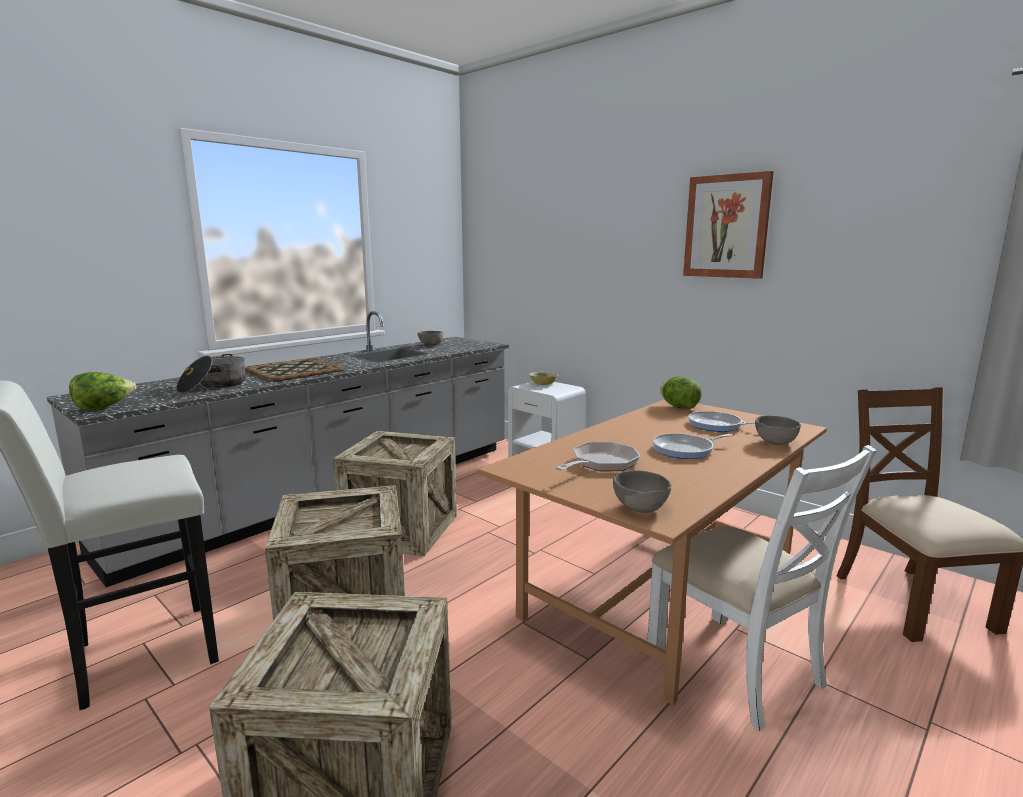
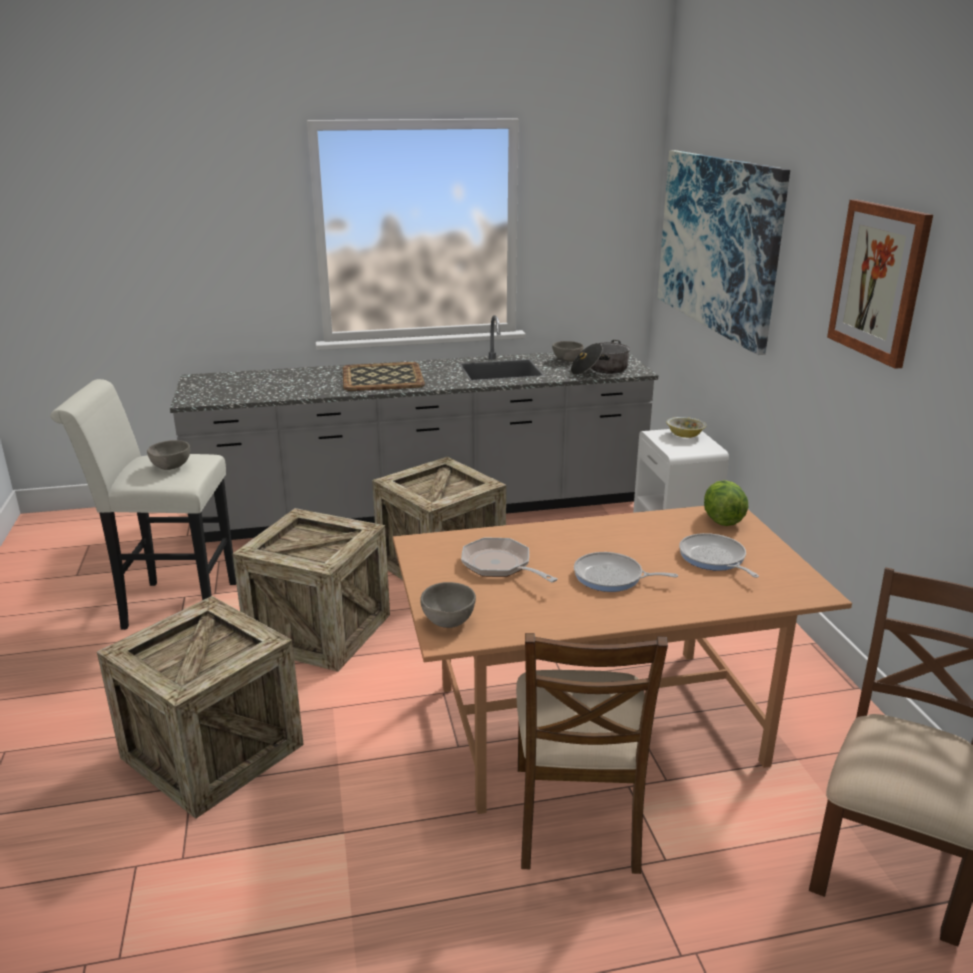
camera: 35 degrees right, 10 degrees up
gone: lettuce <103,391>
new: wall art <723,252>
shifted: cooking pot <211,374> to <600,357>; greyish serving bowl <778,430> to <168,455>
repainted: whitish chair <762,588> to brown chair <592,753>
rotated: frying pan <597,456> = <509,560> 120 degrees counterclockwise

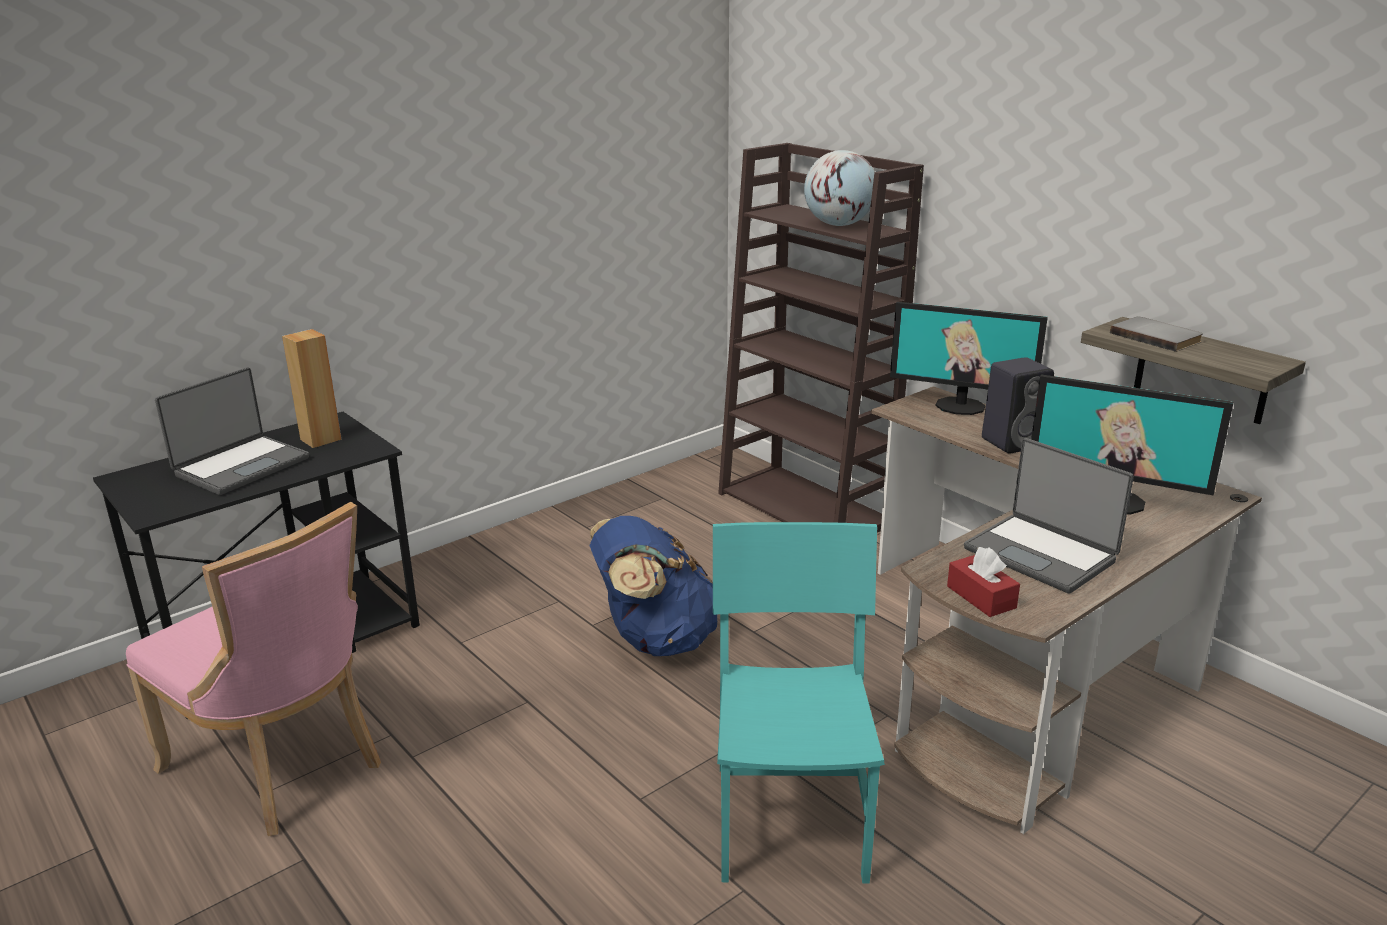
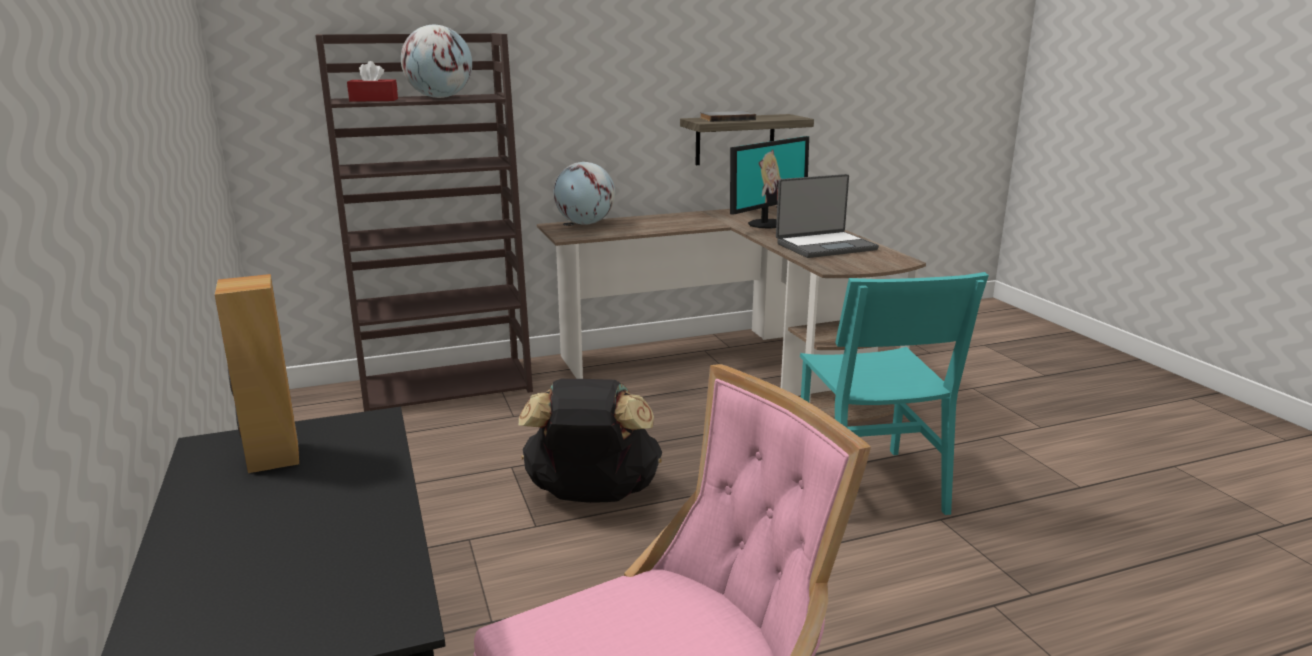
camera: 70 degrees left, 5 degrees down
gone: laptop <232,431>; black-coloured speaker <1018,405>
shifted: red tissue box <983,582> to <372,81>
swapped: computer screen <969,358> to desk globe <584,193>
repainted: blue-coloured backpack <653,586> to black-coloured backpack <590,441>
rotated: turquoise-coloured chair <799,702> = <894,393> 120 degrees counterclockwise

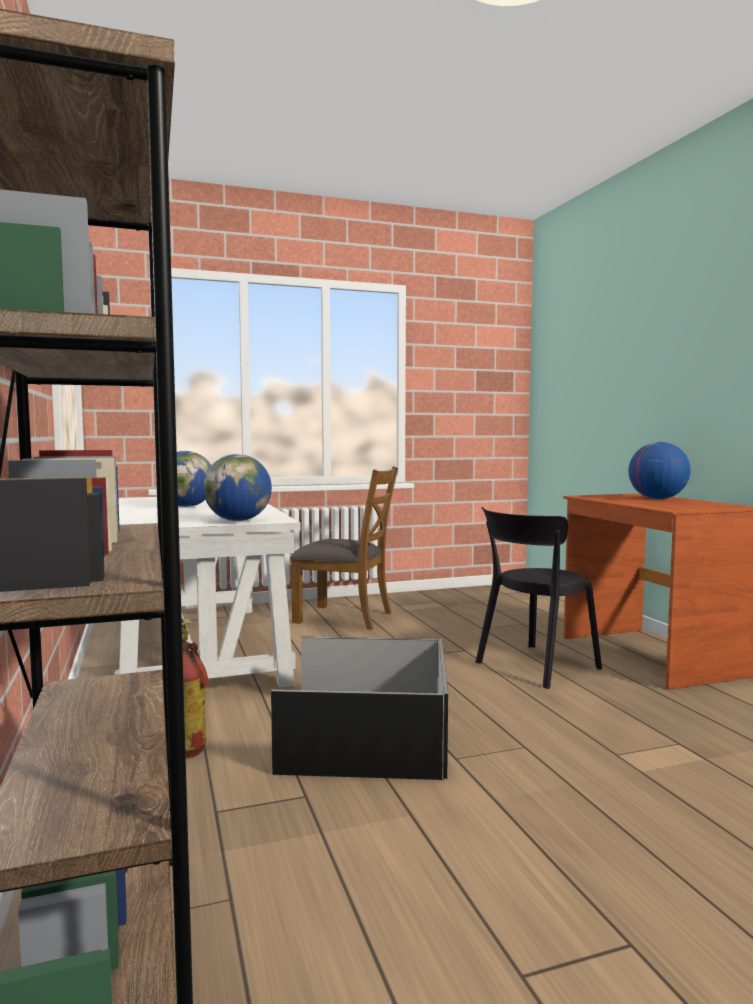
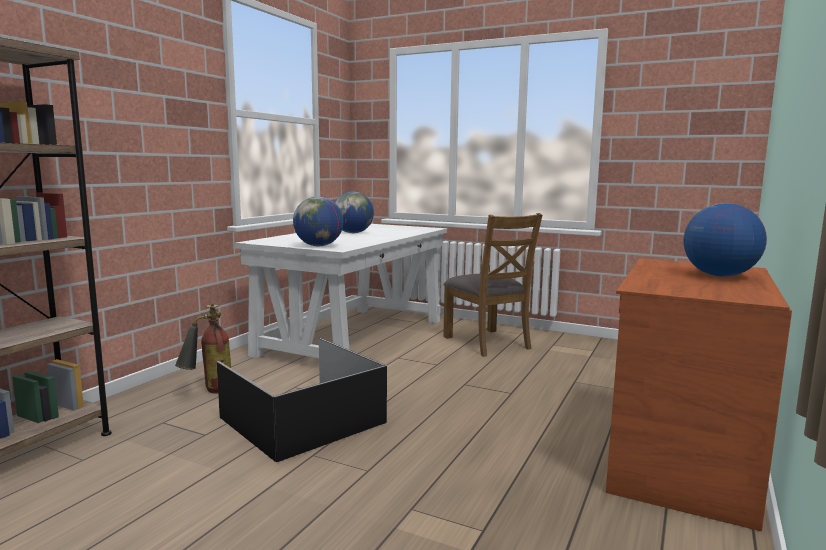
camera: 45 degrees right, 5 degrees up
gone: black-coloured chair <539,598>

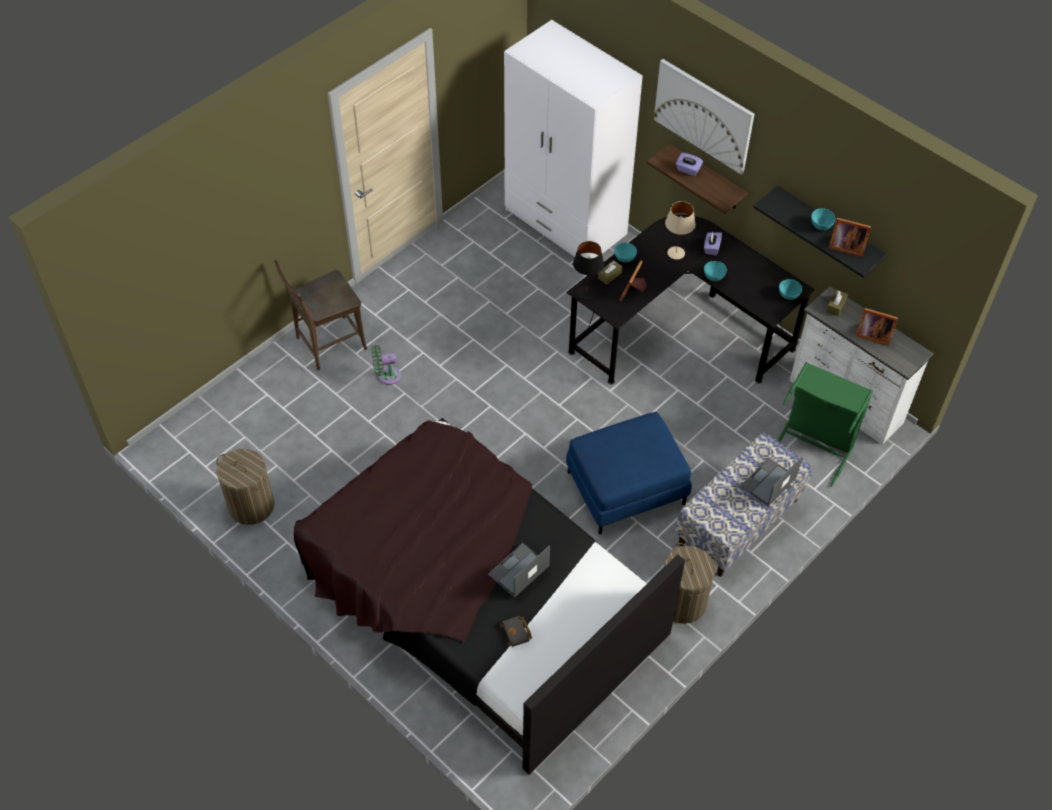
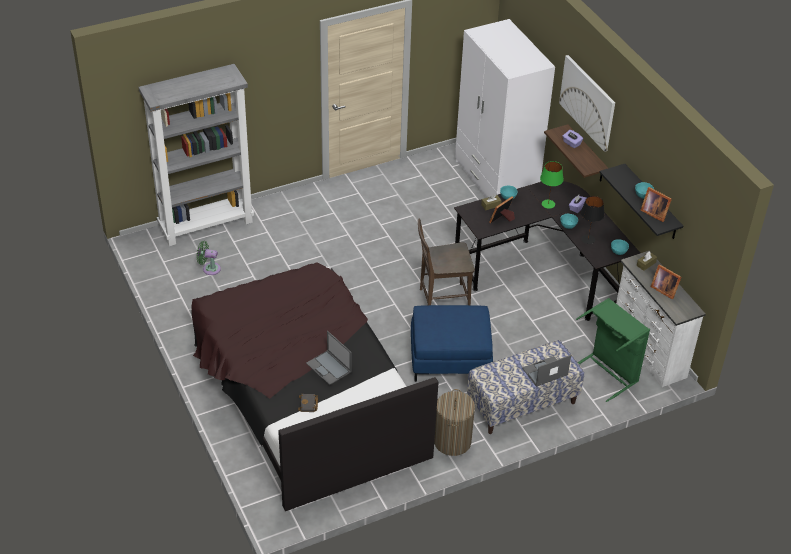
camera: 20 degrees right, 10 degrees down
gone: laundry basket <245,487>
new: greyish bookcase <196,155>
shifted: brown chair <321,315> to <446,262>; green fan <386,365> to <209,258>; black-coloured table lamp <588,270> to <592,220>
repainted: beige-coloured table lamp <680,230> to green table lamp <552,185>
rotated: laptop <519,570> = <329,358> 105 degrees counterclockwise

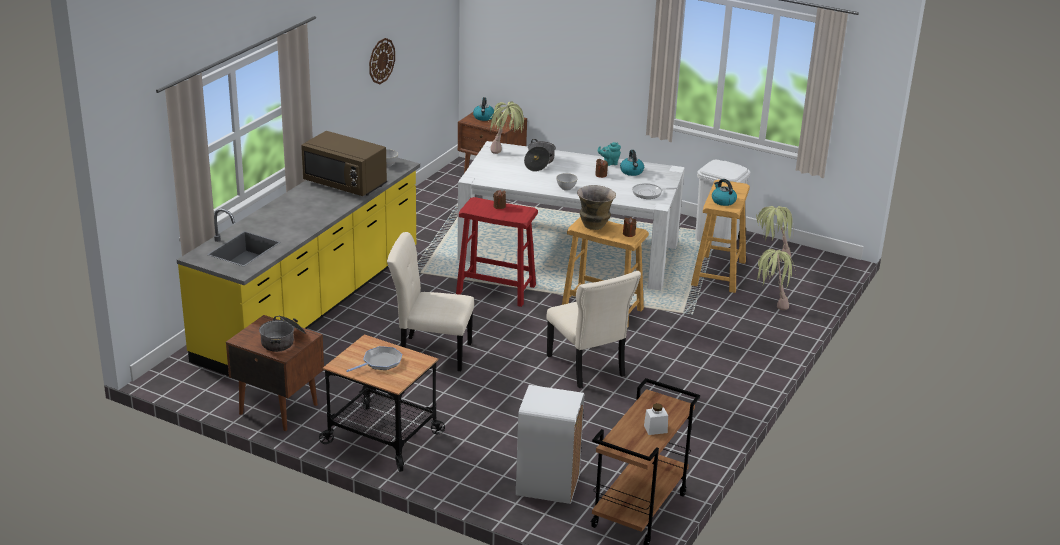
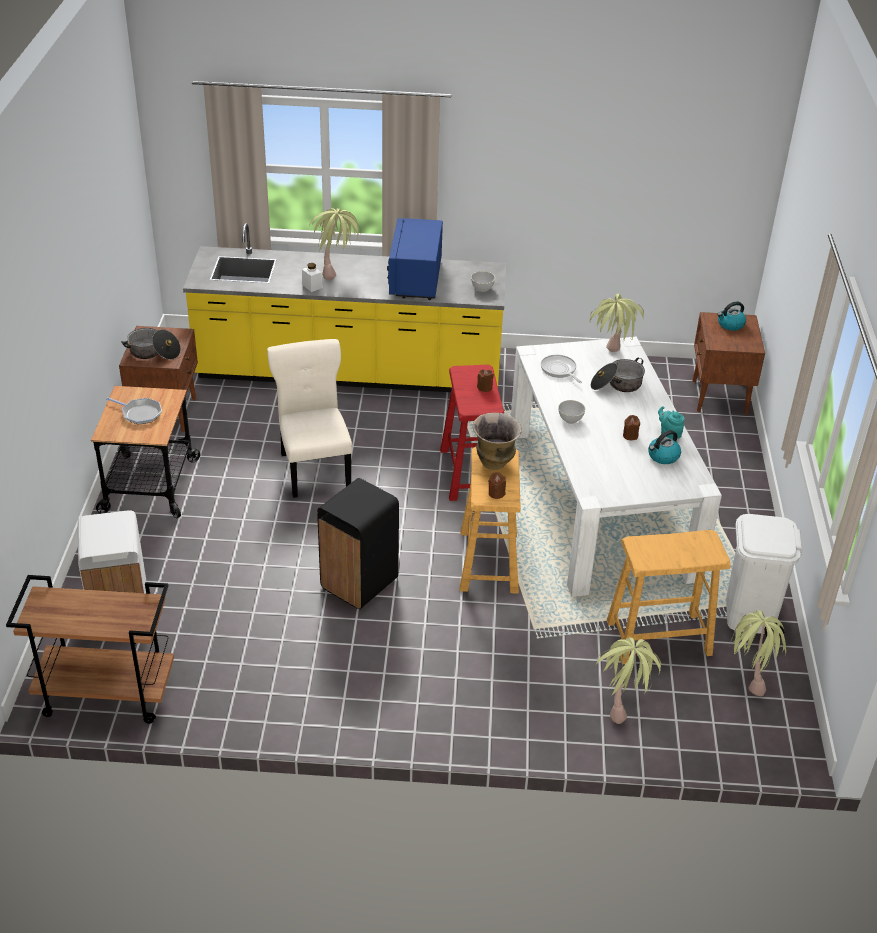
camera: 65 degrees right, 10 degrees up
gone: hanging clock <382,61>; kettle <724,192>
new: potted plant <335,244>
shifted: frying pan <655,191> to <561,369>; whitish preserve jar <656,419> to <312,277>
swapped: beige-coloured chair <593,329> to black-coloured waste bin <358,543>
repainted: brown kitchen microwave <344,163> to blue-coloured kitchen microwave <415,259>

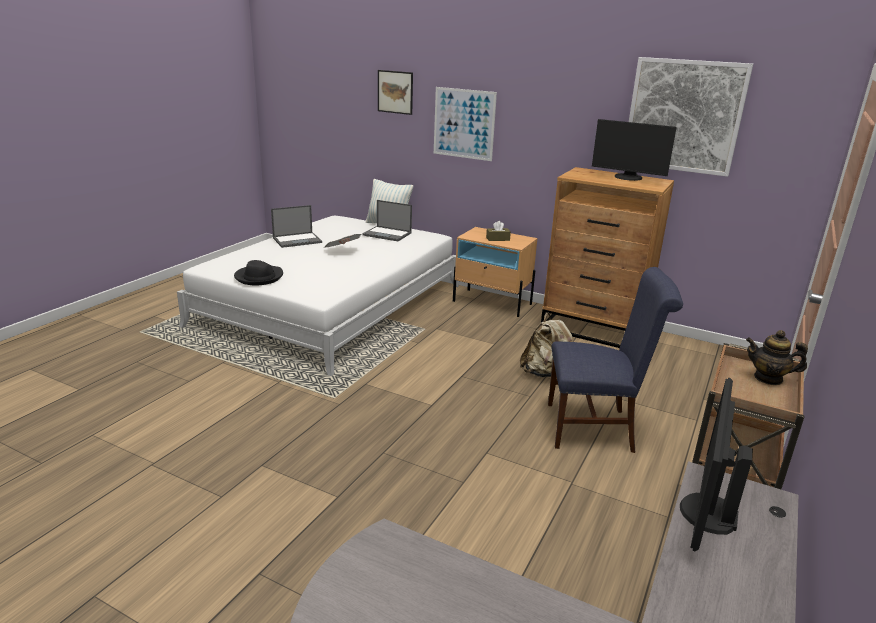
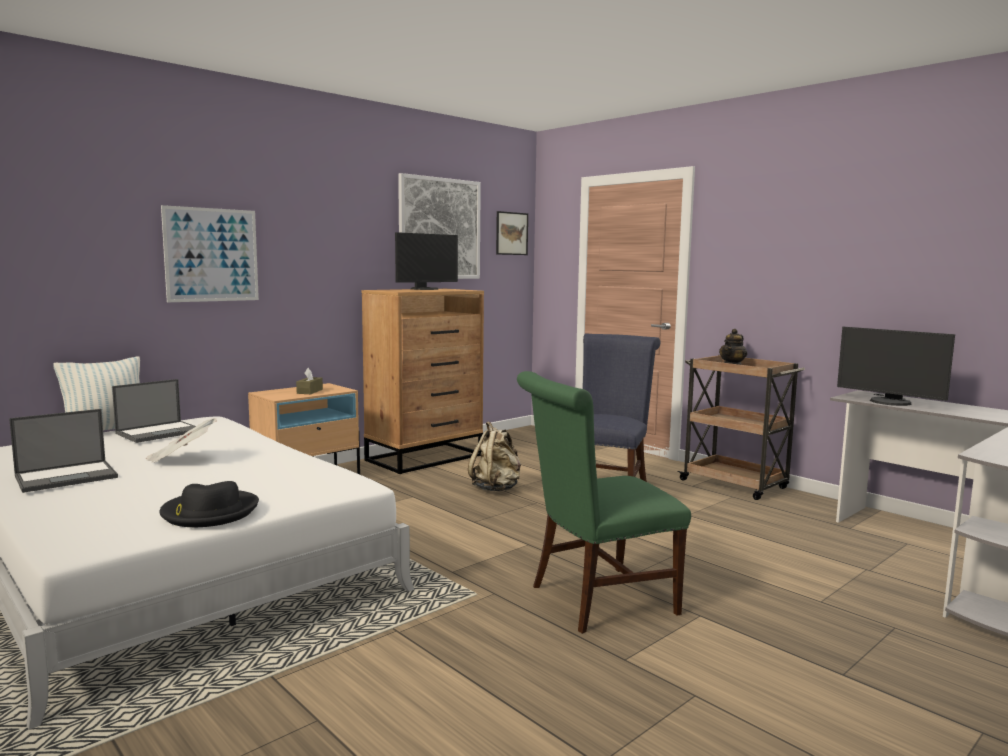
camera: 70 degrees left, 15 degrees down
new: green chair <604,502>
shifted: wall art <395,92> to <512,233>
rotated: laptop <296,226> = <63,451> 60 degrees clockwise

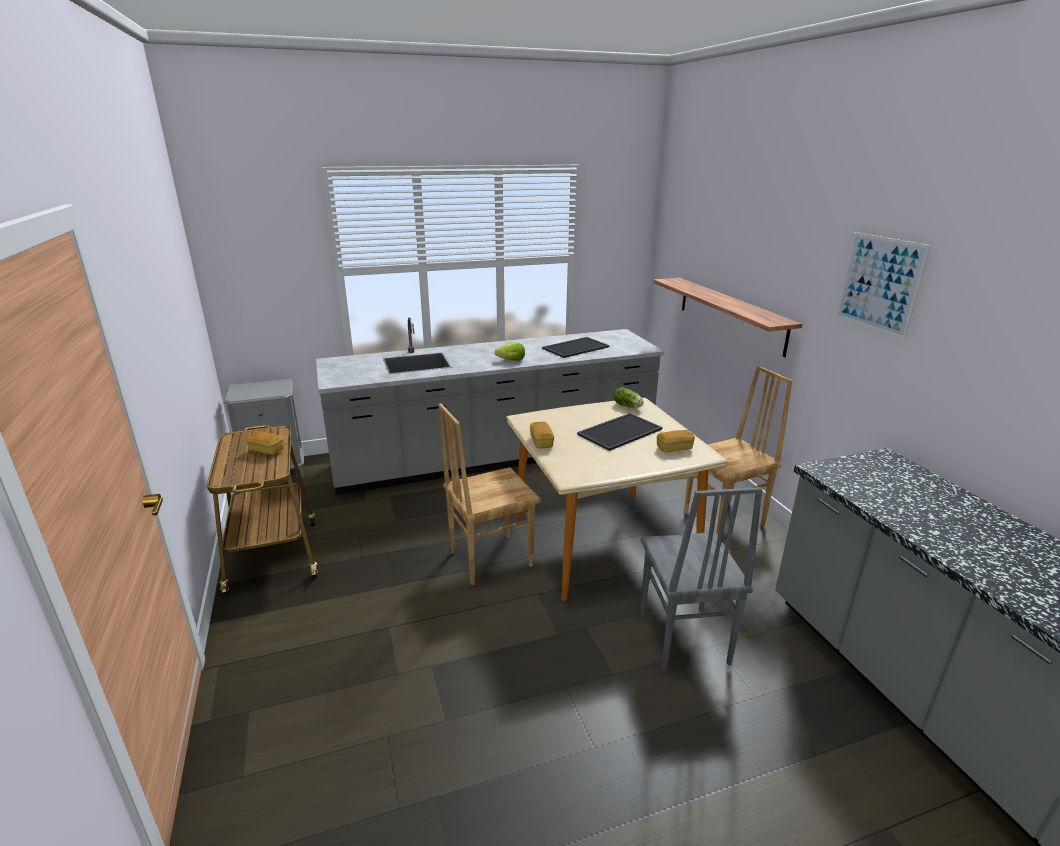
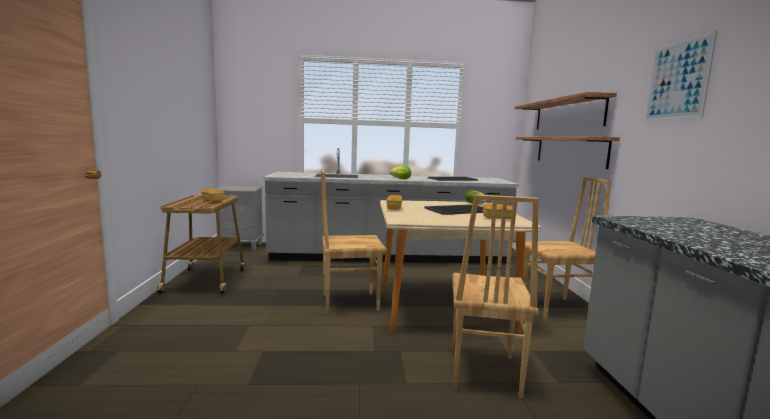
camera: 15 degrees right, 15 degrees down
new: bracket shelf <566,111>
repainted: greyish chair <701,579> to brown chair <495,296>

